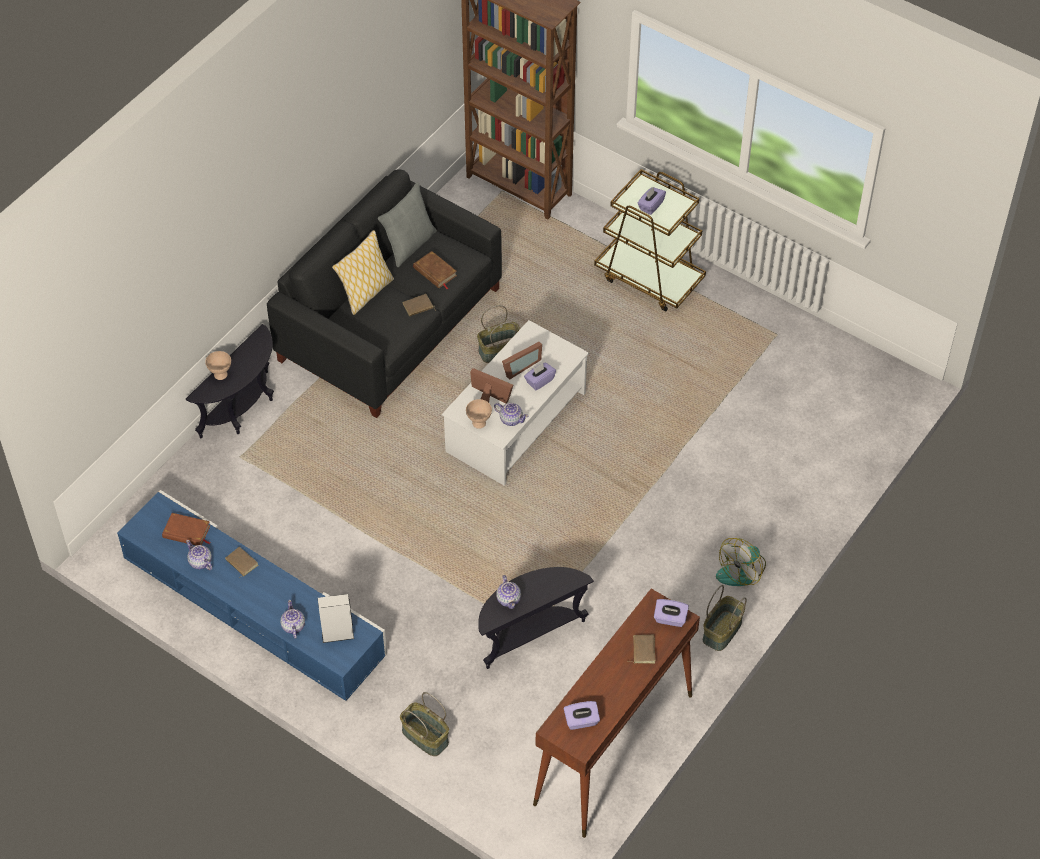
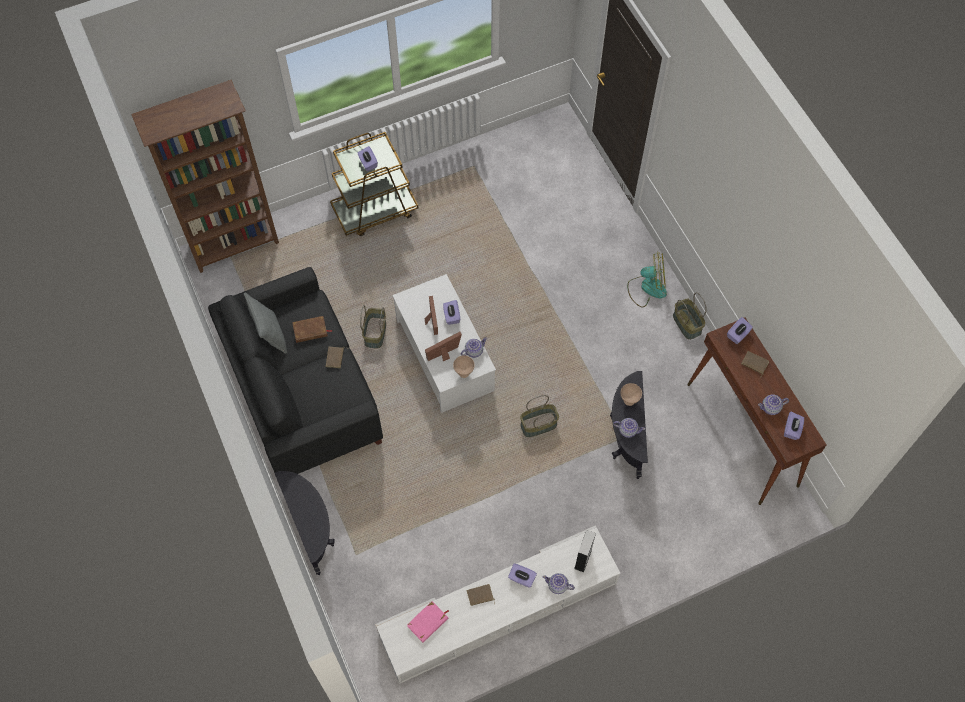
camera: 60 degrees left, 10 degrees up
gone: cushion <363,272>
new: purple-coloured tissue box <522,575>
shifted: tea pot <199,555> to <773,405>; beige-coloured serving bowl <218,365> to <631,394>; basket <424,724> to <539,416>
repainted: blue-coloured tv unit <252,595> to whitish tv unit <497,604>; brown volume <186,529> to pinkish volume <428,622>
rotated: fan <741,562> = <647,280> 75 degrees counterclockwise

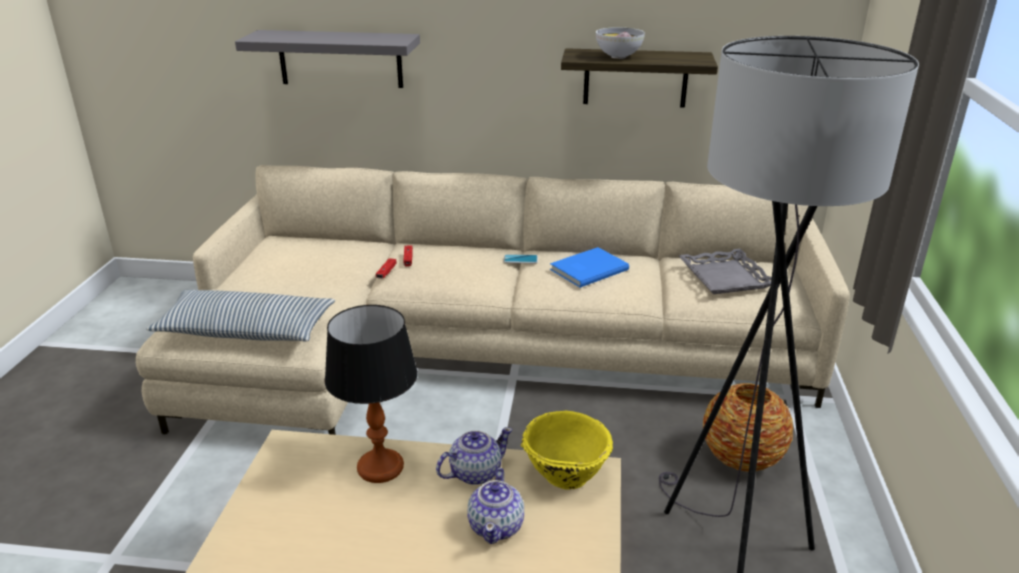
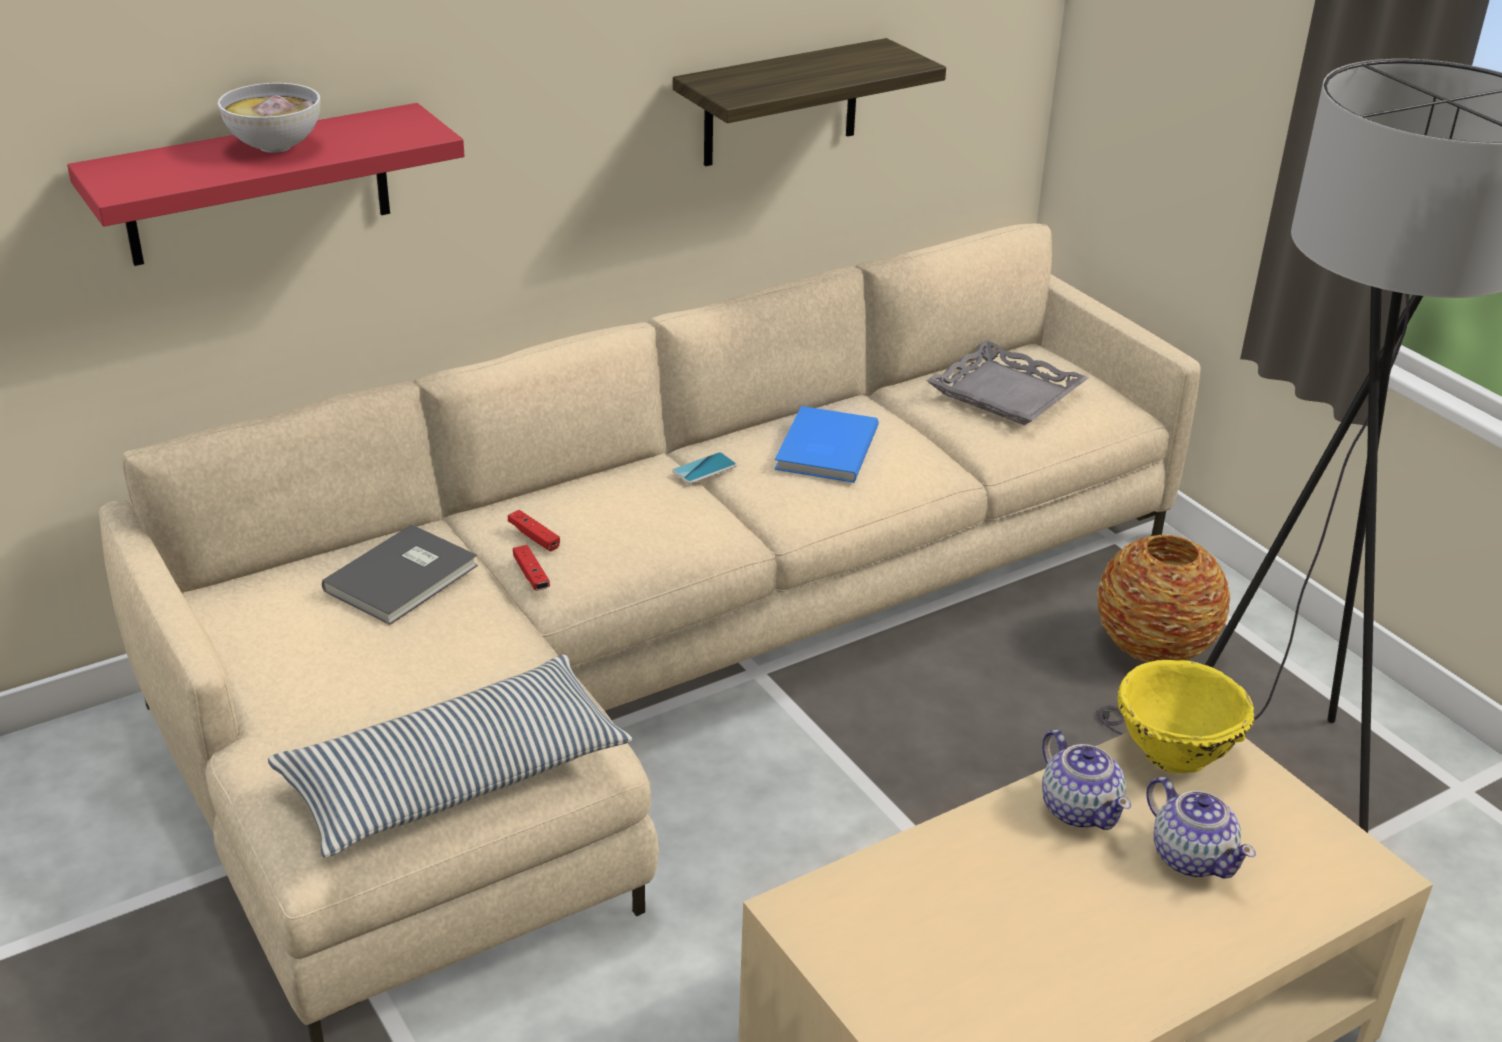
camera: 40 degrees left, 5 degrees up
gone: table lamp <371,394>
new: greyish volume <400,575>
shifted: serving bowl <620,43> to <269,118>
repainted: greyish bracket shelf <327,59> to red bracket shelf <266,184>
rotated: tea pot <474,456> = <1086,780> 135 degrees clockwise

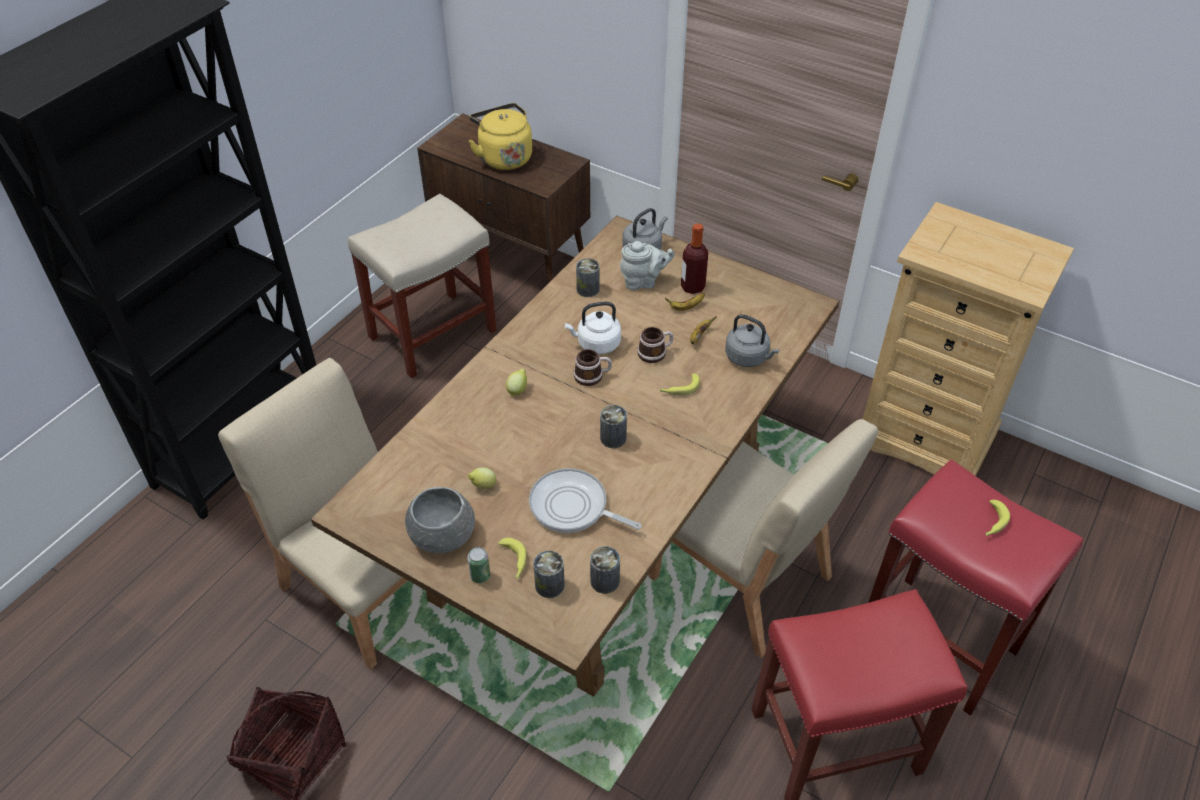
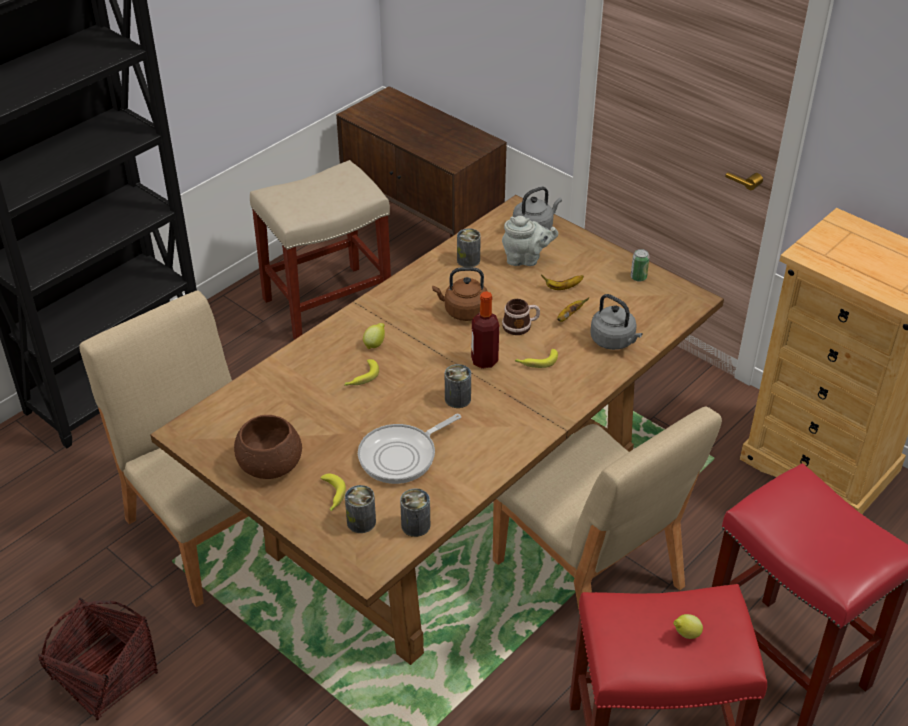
camera: 10 degrees right, 5 degrees down
gone: yellow kettle <500,136>; mug <593,367>
shifted: metal can <478,565> to <640,265>; lemon <482,478> to <688,626>; bottle <694,258> to <485,330>; banana <998,518> to <361,372>
repainted: greyish serving bowl <440,520> to brown serving bowl <268,447>; whitish kettle <592,328> to brown kettle <459,294>
rotated: frying pan <585,500> = <409,449> 75 degrees counterclockwise

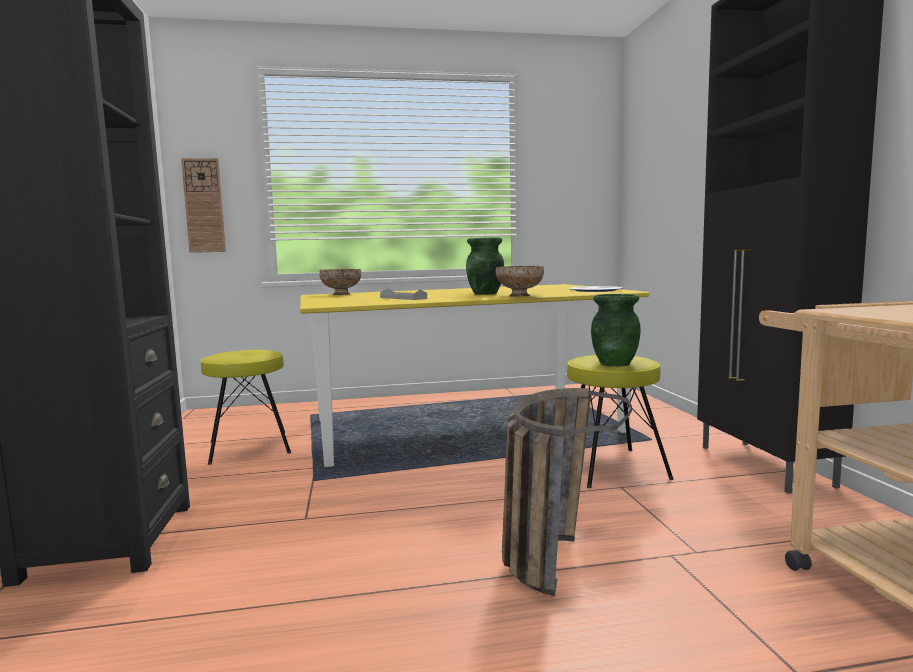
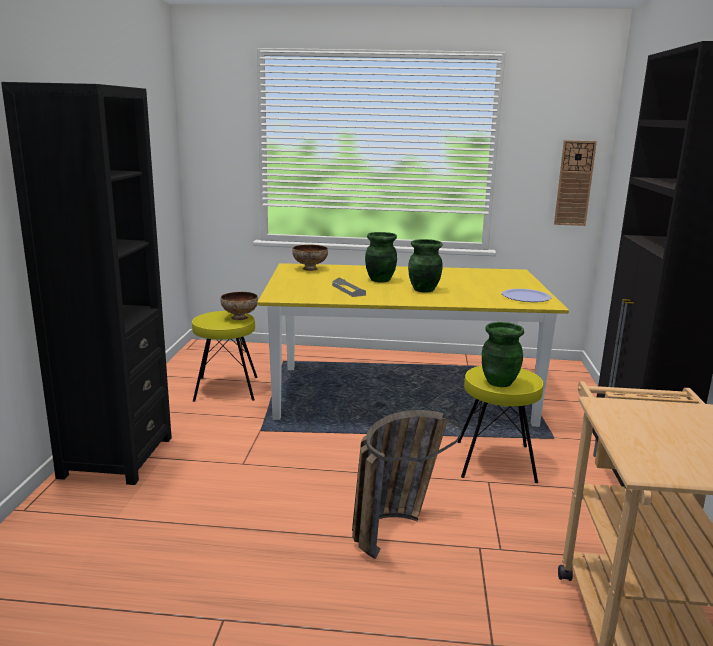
camera: 15 degrees right, 10 degrees up
new: green vase <381,257>
shifted: hanging clock <203,205> to <575,183>; serving bowl <520,281> to <239,306>

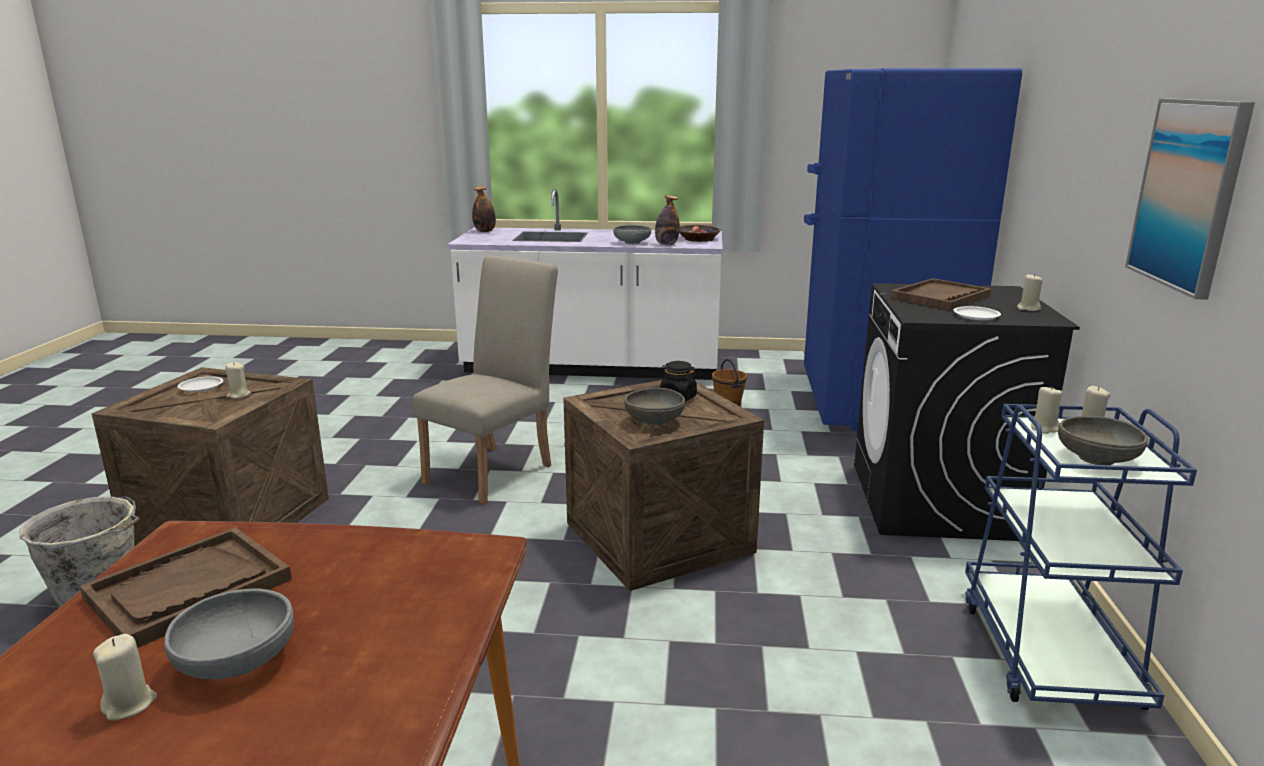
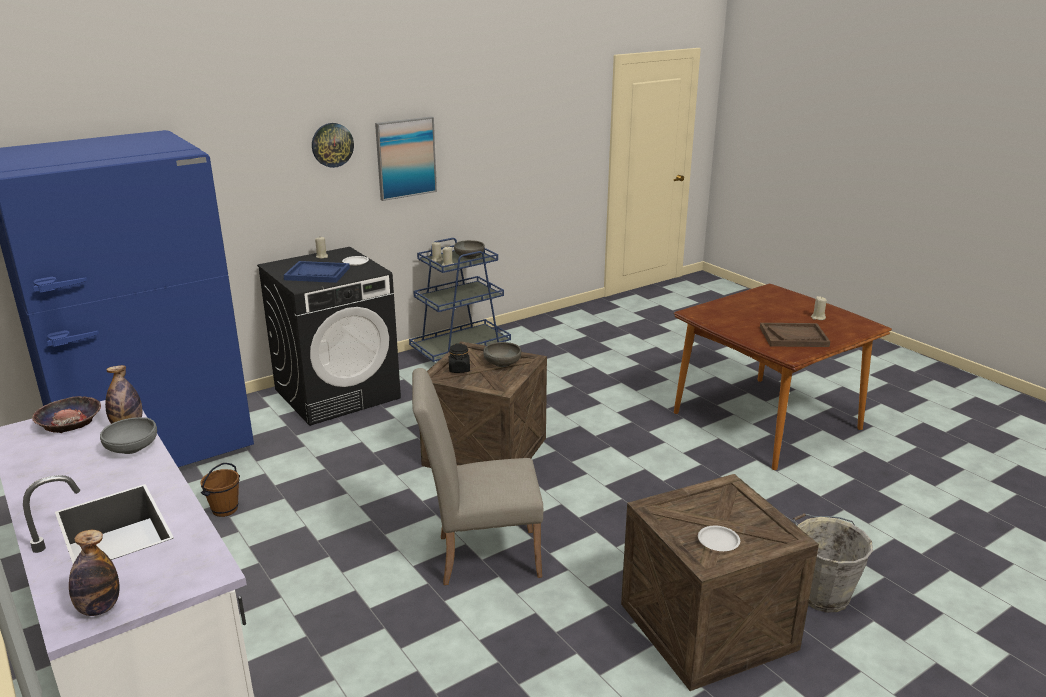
camera: 130 degrees left, 5 degrees up
gone: greyish serving bowl <229,634>; beige-coloured wax candle <238,380>
new: hanging clock <333,145>
repainted: brown serving tray <941,294> to blue-coloured serving tray <316,272>

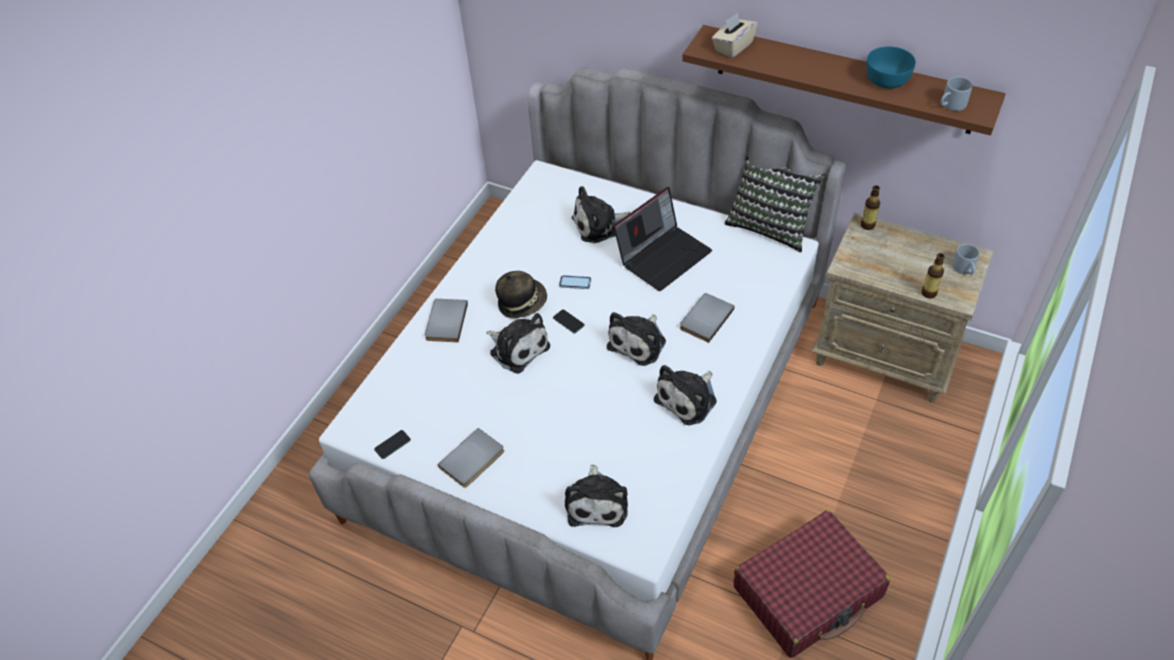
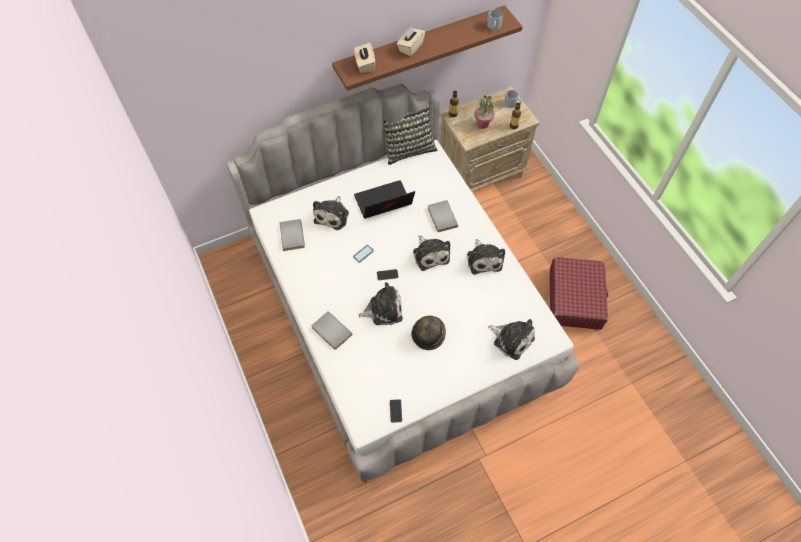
camera: 55 degrees left, 10 degrees up
gone: turquoise-coloured serving bowl <891,67>
new: beige-coloured tissue box <411,41>; potted plant <484,112>
shifted: greyish volume <471,458> to <292,235>; clothing hat <521,294> to <429,333>
rotated: laptop <662,239> = <384,199> 105 degrees counterclockwise

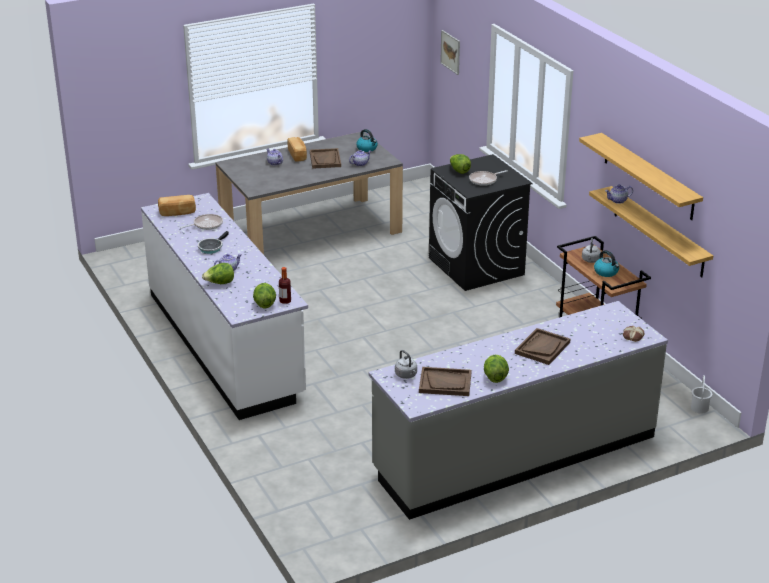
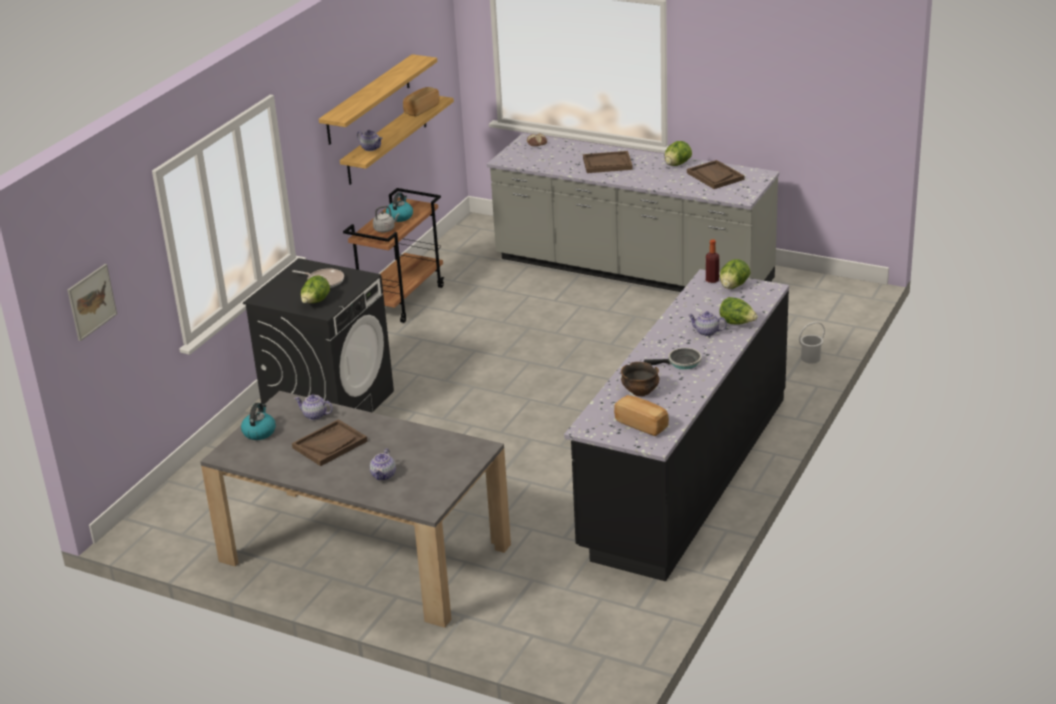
camera: 125 degrees left, 0 degrees up
gone: greyish kettle <406,364>
shifted: bakery bread <297,149> to <421,102>; whitish water bucket <702,394> to <812,343>
swapped: frying pan <201,222> to serving bowl <640,379>
repainted: whitish kitchen counter <224,306> to black-coloured kitchen counter <676,425>

